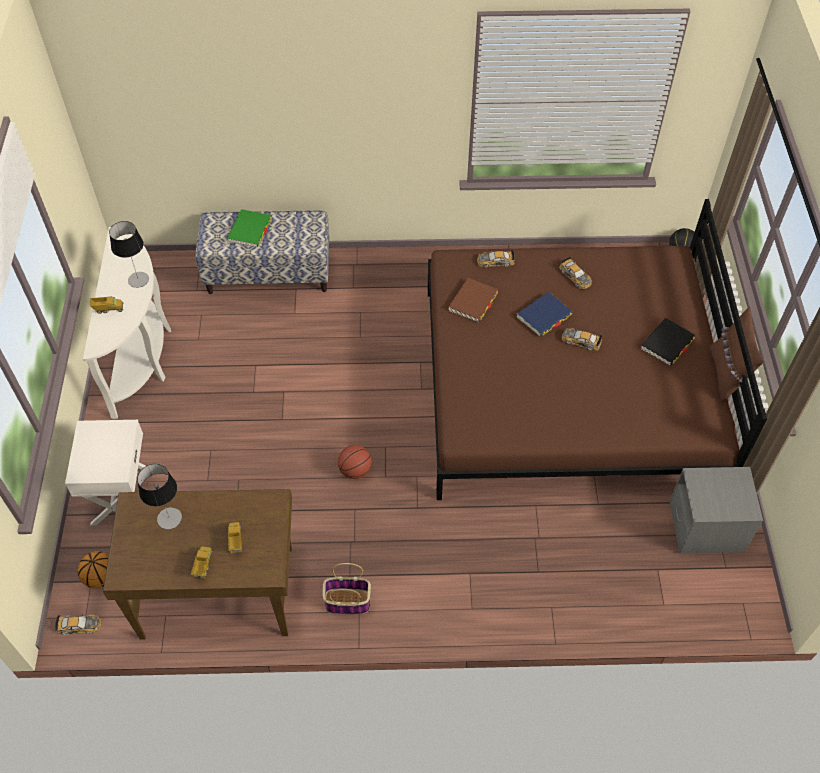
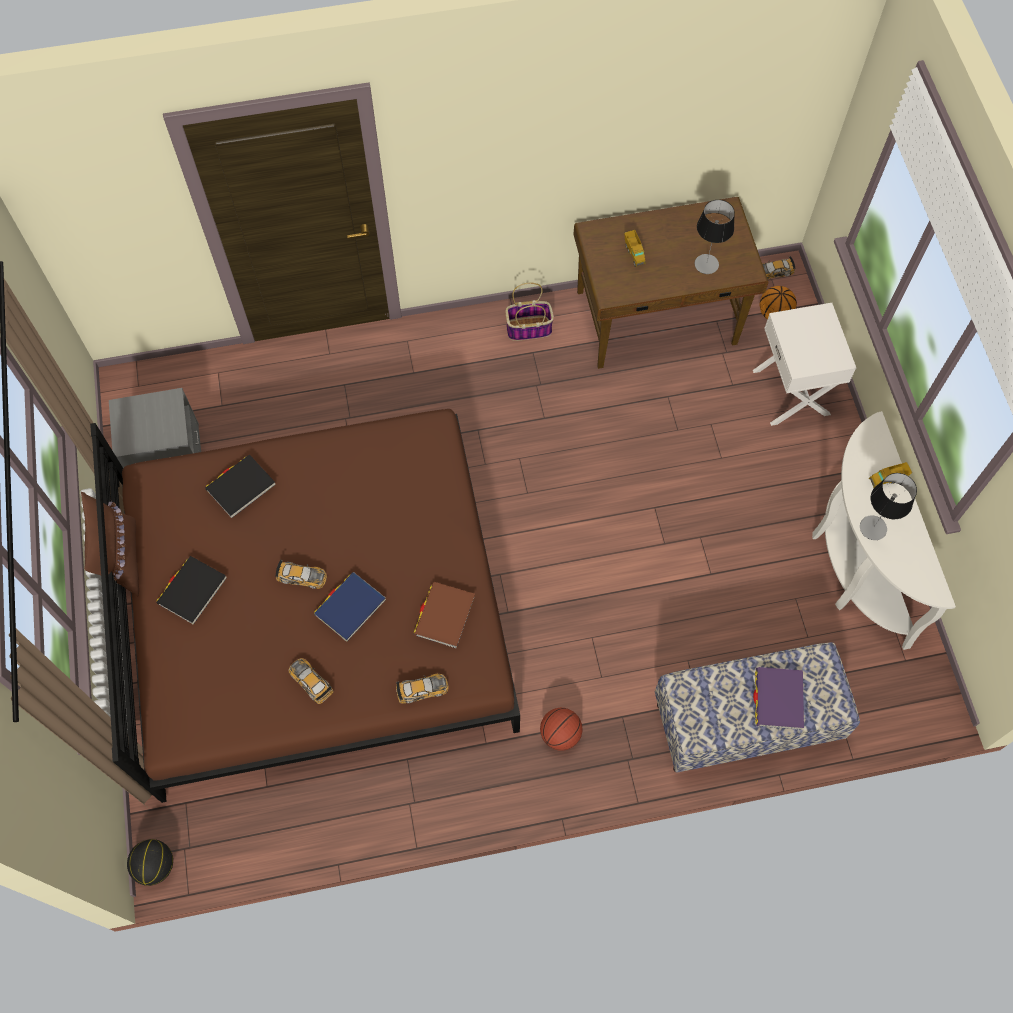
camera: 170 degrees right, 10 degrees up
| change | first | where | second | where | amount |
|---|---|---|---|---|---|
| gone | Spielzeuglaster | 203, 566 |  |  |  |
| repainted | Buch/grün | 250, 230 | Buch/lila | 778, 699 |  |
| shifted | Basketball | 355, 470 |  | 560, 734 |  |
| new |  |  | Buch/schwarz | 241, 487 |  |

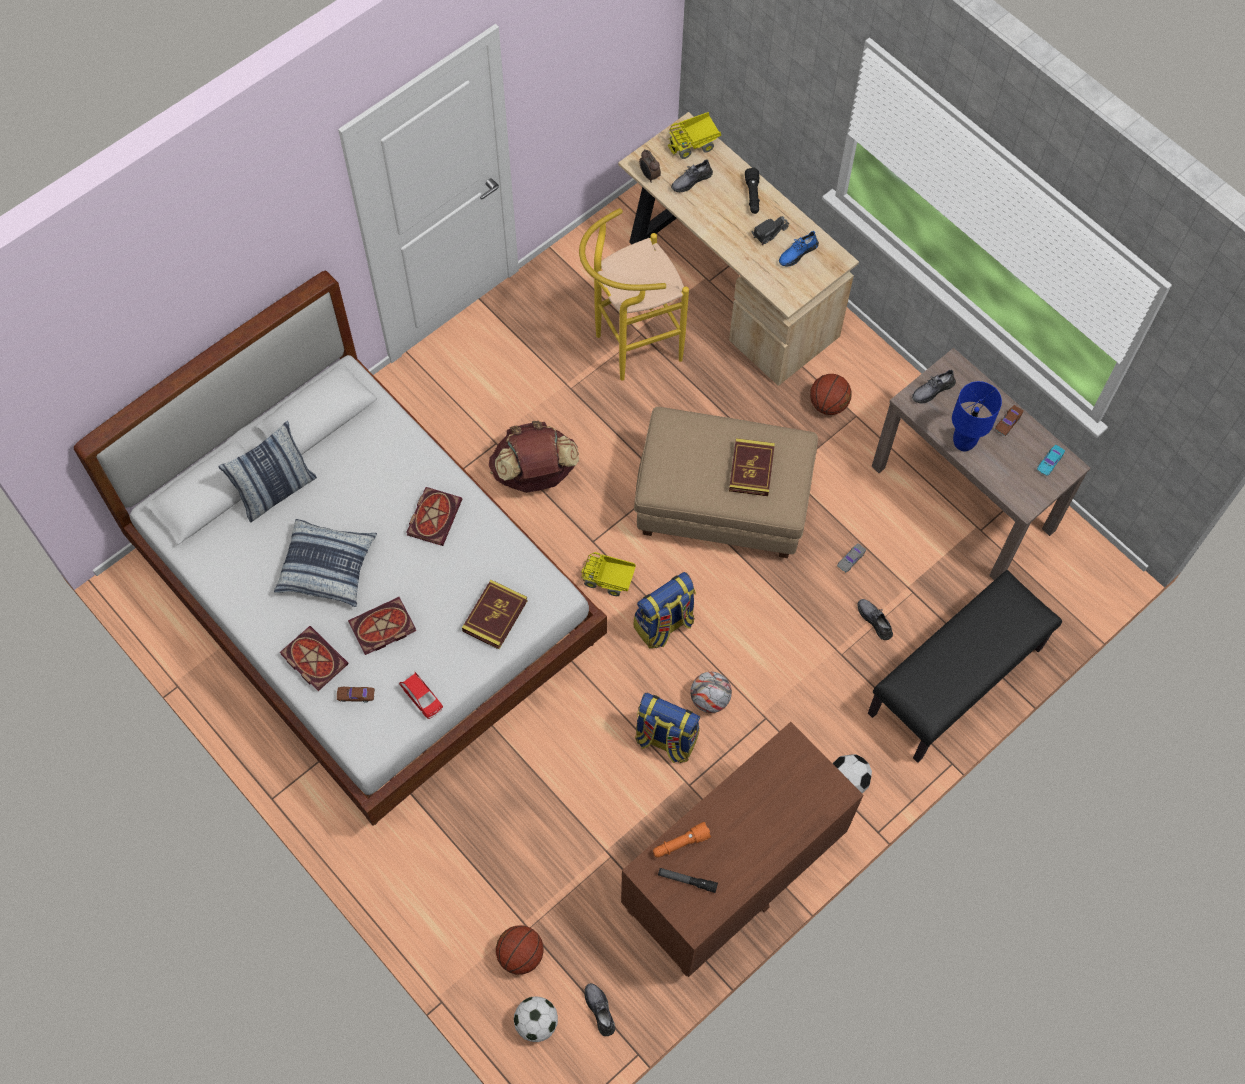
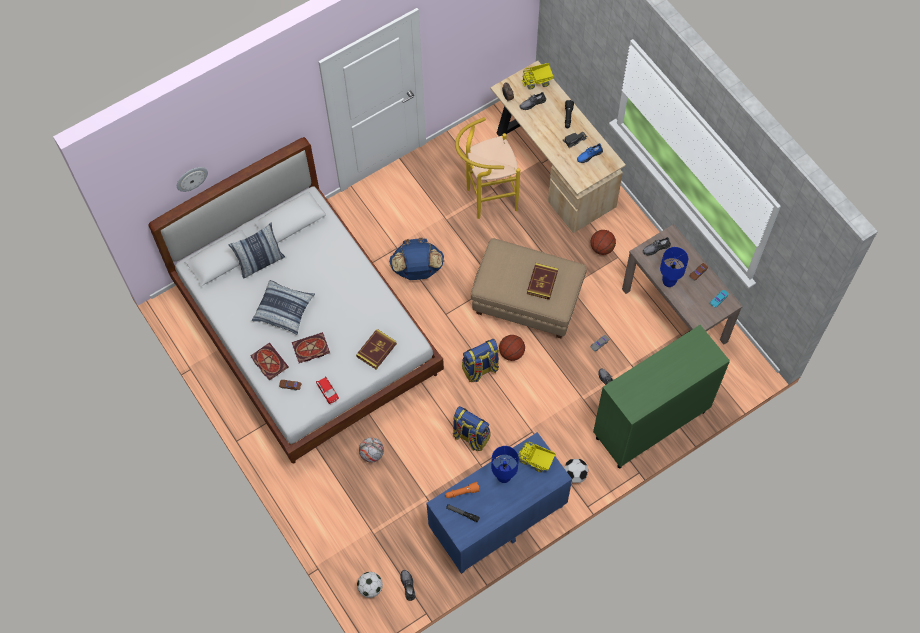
camera: 10 degrees right, 0 degrees up
| change | first | where | second | where | amount |
|---|---|---|---|---|---|
| gone | Buch | 433, 516 |  |  |  |
| repainted | Rucksack/braun | 535, 475 | Rucksack/blau | 417, 270 |  |
| shifted | Basketball | 520, 954 |  | 511, 353 |  |
| shifted | Spielzeuglaster | 608, 580 |  | 536, 460 |  |
| repainted | Kommode/braun | 732, 874 | Kommode/blau | 497, 519 |  |
| shifted | Fußball | 709, 699 |  | 372, 454 |  |
| swapped | Bank/schwarz | 955, 682 | Schrank/grün | 650, 425 |  |
| new |  |  | Wanduhr | 191, 178 |  |
| new |  |  | Tischlampe/blau | 504, 476 |  |

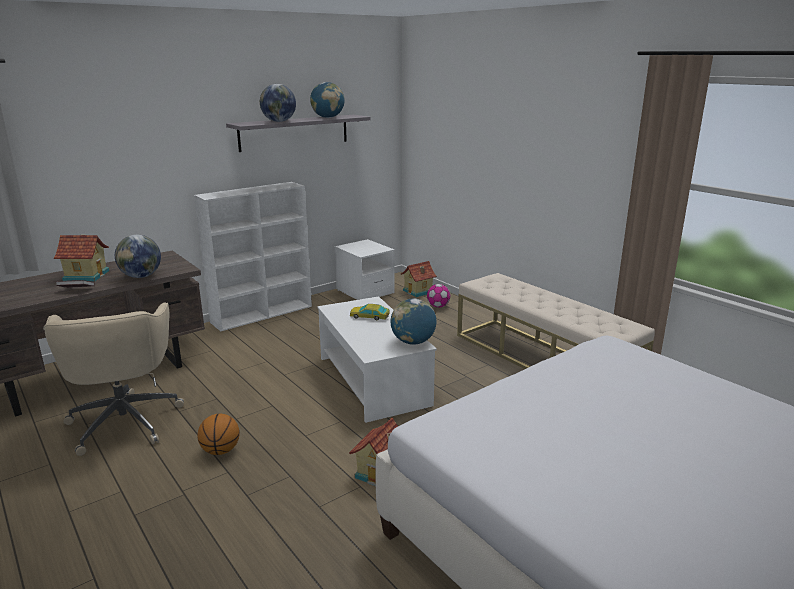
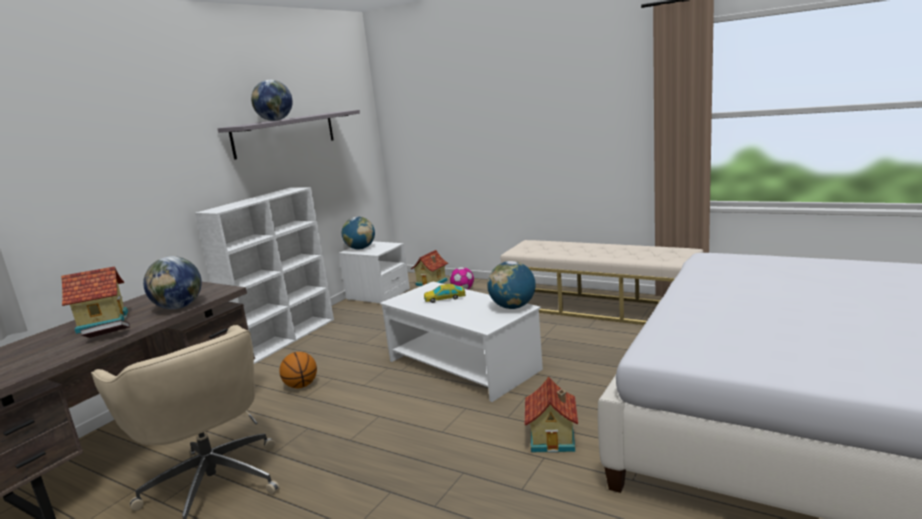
camera: 20 degrees left, 5 degrees down
| change | first | where | second | where | amount |
|---|---|---|---|---|---|
| shifted | Basketball | 221, 450 |  | 301, 385 |  |
| shifted | Globus | 328, 117 |  | 360, 248 |  |

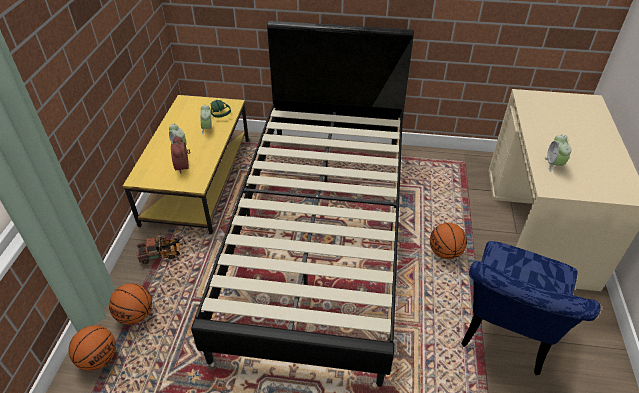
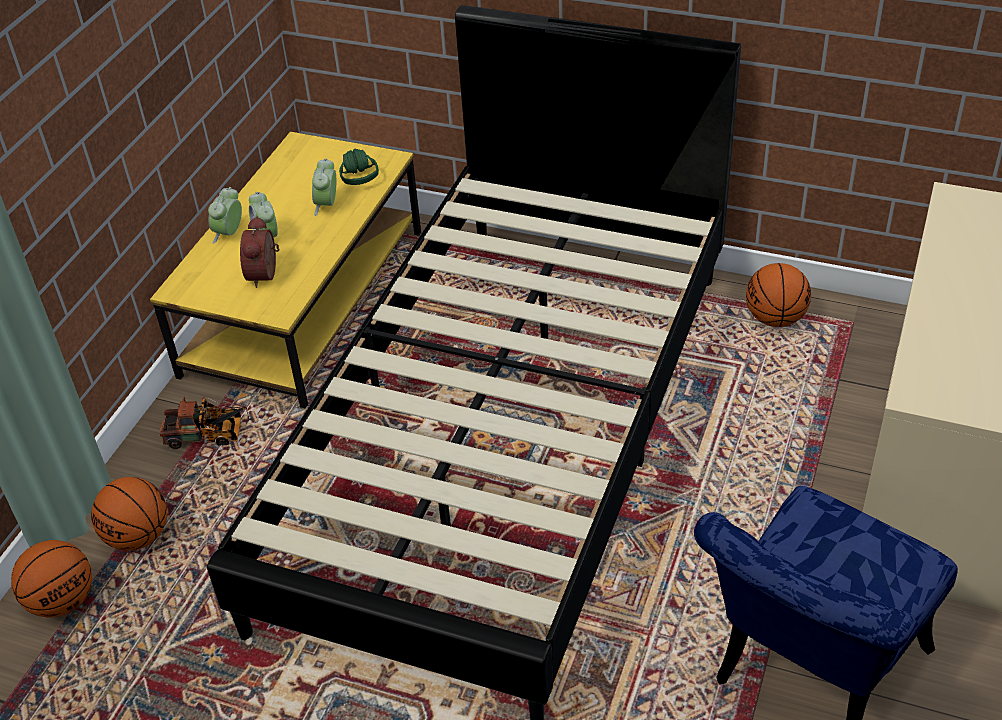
camera: 15 degrees right, 0 degrees up
| change | first | where | second | where | amount |
|---|---|---|---|---|---|
| shifted | Basketball | 445, 252 |  | 775, 318 |  |
| shifted | Wecker | 553, 164 |  | 229, 233 |  |

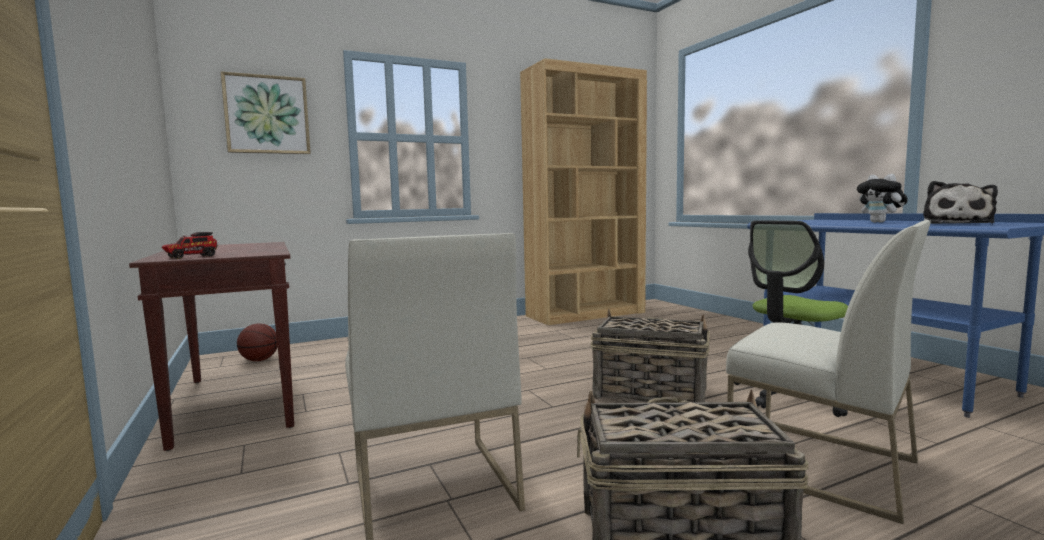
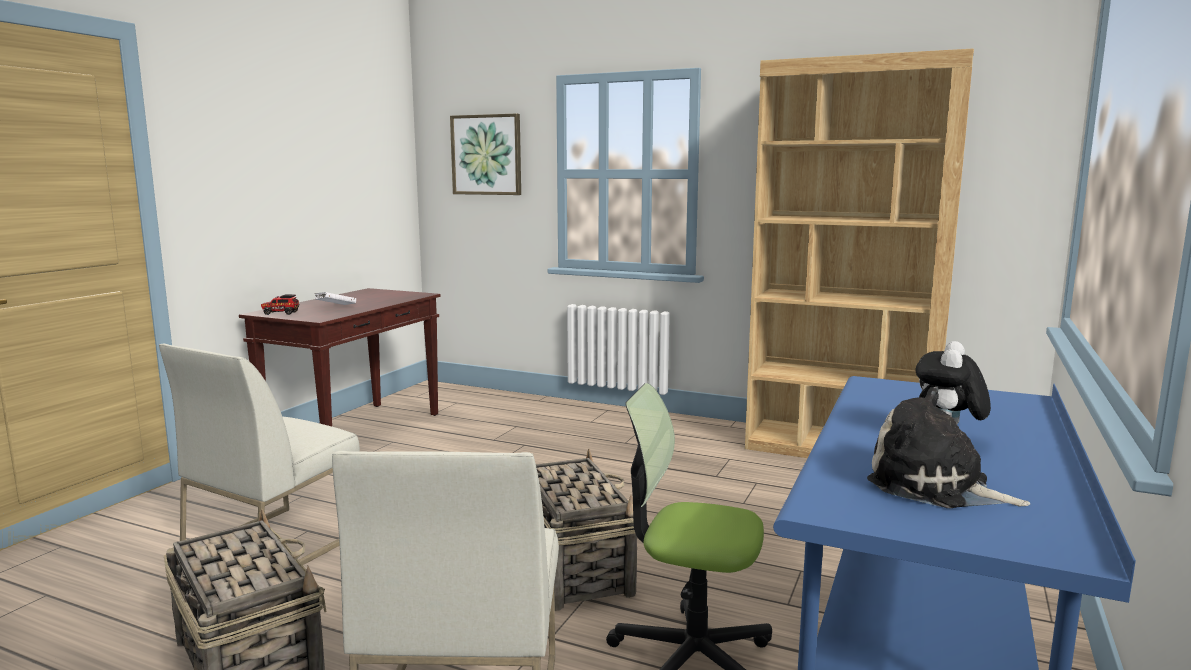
camera: 50 degrees right, 5 degrees up
| change | first | where | second | where | amount |
|---|---|---|---|---|---|
| gone | Basketball | 259, 360 |  |  |  |
| rotated | Plüschtier | 956, 223 |  | 935, 486 | 45 degrees clockwise |
| new |  |  | Buch/weiß | 336, 307 |  |

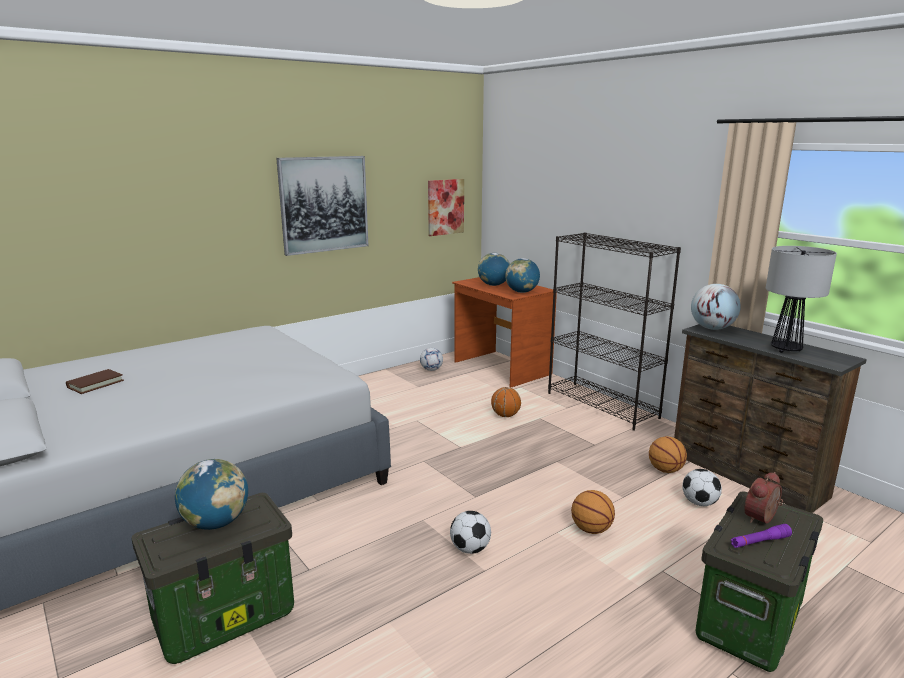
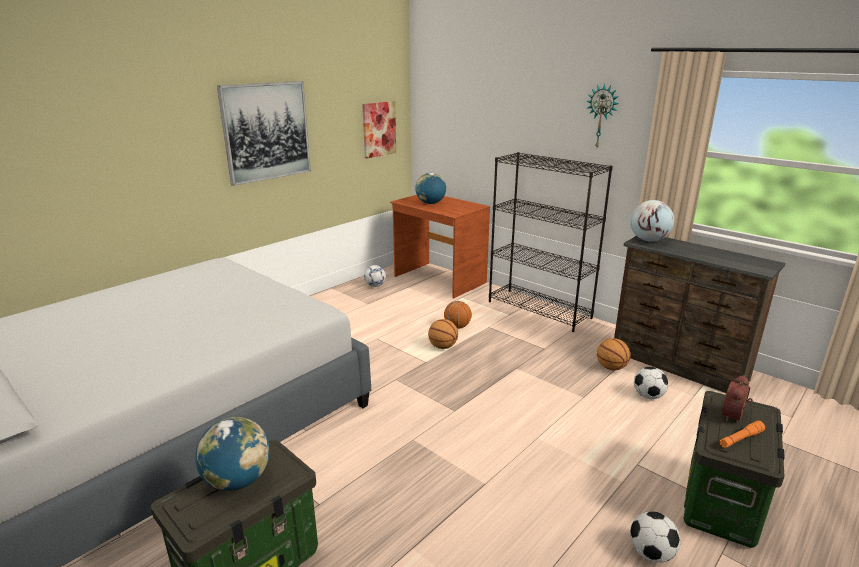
camera: 10 degrees left, 5 degrees up
| change | first | where | second | where | amount |
|---|---|---|---|---|---|
| gone | Buch/braun | 95, 384 |  |  |  |
| shifted | Fußball | 470, 549 |  | 651, 553 |  |
| gone | Globus | 522, 292 |  |  |  |
| shifted | Basketball | 591, 530 |  | 442, 347 |  |
| repainted | Taschenlampe/lila | 759, 541 | Taschenlampe/orange | 740, 439 |  |
| gone | Tischlampe | 785, 349 |  |  |  |
| new |  |  | Wanduhr | 601, 117 |  |

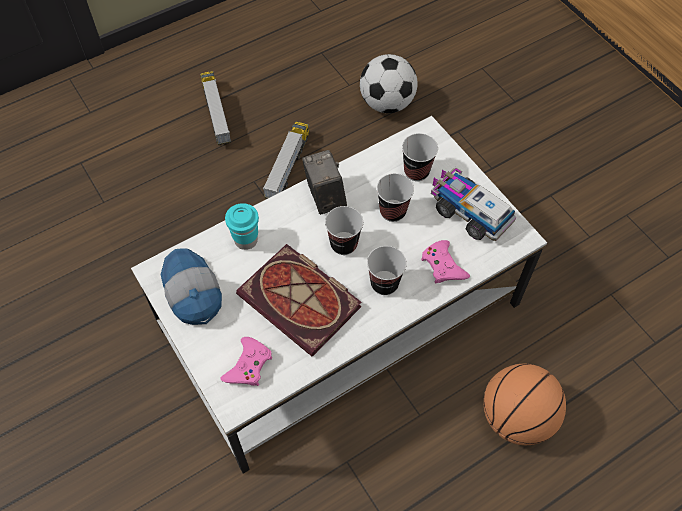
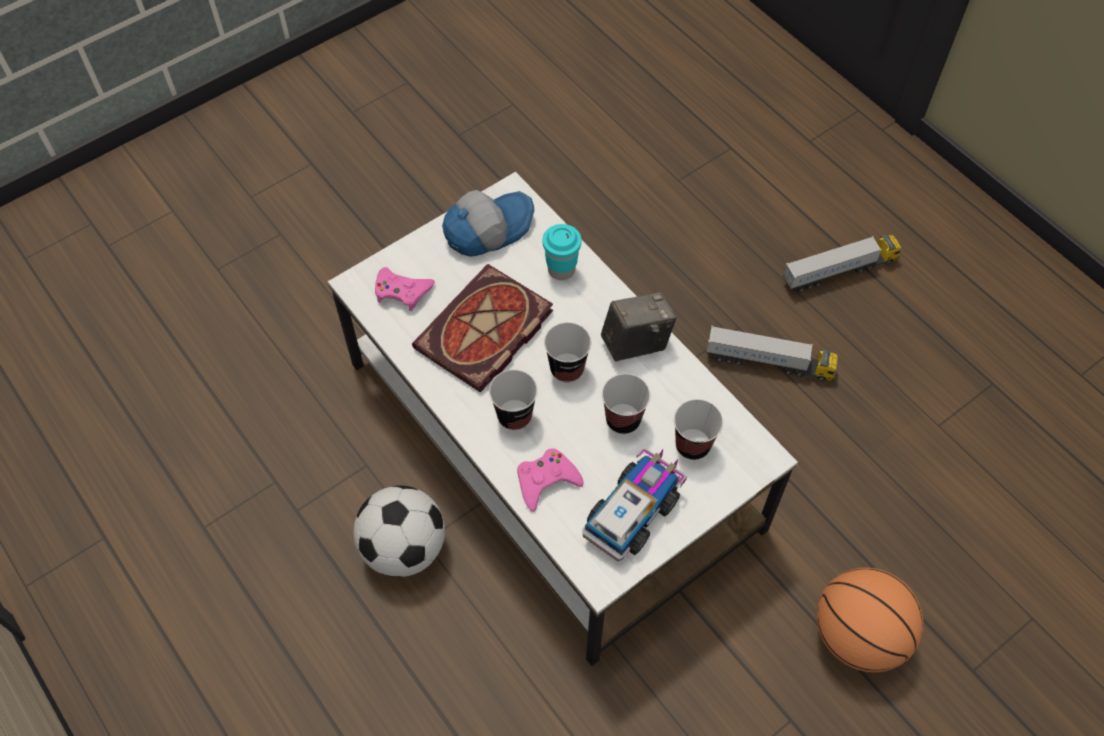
camera: 85 degrees right, 0 degrees up
| change | first | where | second | where | amount |
|---|---|---|---|---|---|
| shifted | Fußball | 387, 103 |  | 404, 548 |  |
| shifted | Basketball | 516, 417 |  | 857, 636 |  |

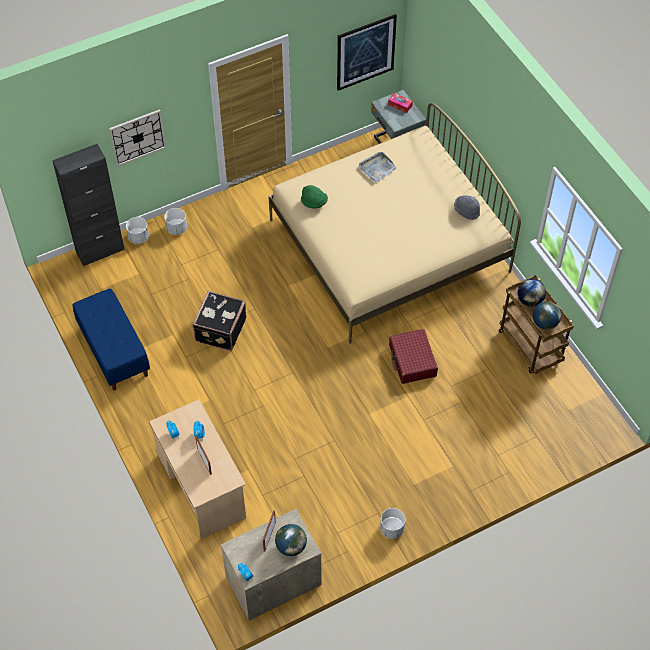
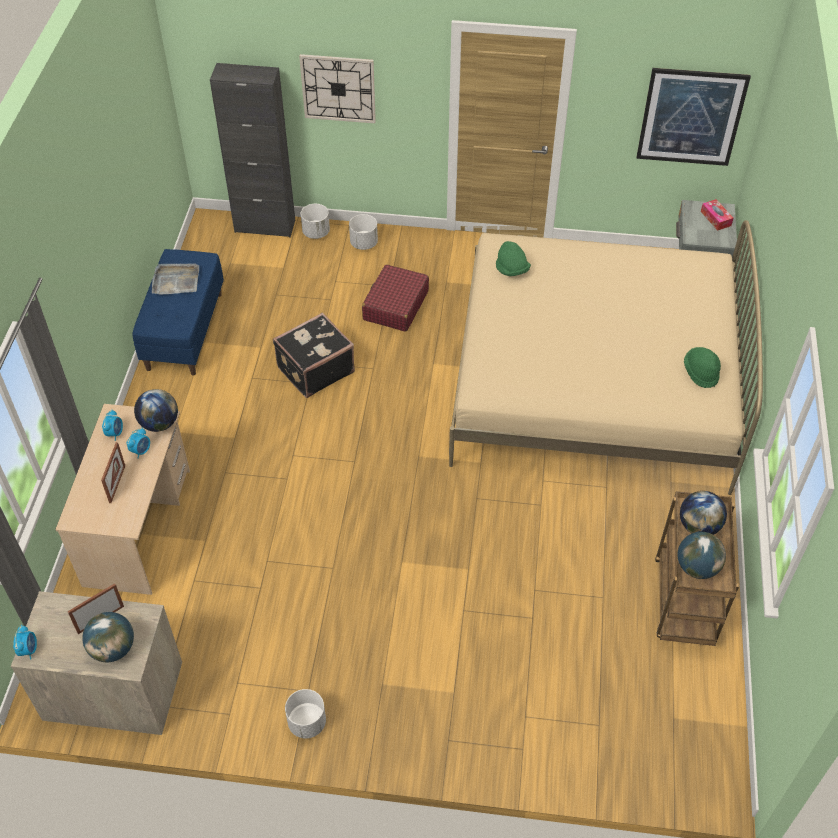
camera: 35 degrees right, 5 degrees down
| change | first | where | second | where | amount |
|---|---|---|---|---|---|
| shifted | Tablett/grau | 377, 168 |  | 176, 280 |  |
| shifted | Koffer/rot | 412, 361 |  | 395, 306 |  |
| repainted | Hut/grau | 466, 211 | Hut/grün | 701, 373 |  |
| new |  |  | Globus | 159, 423 |  |

